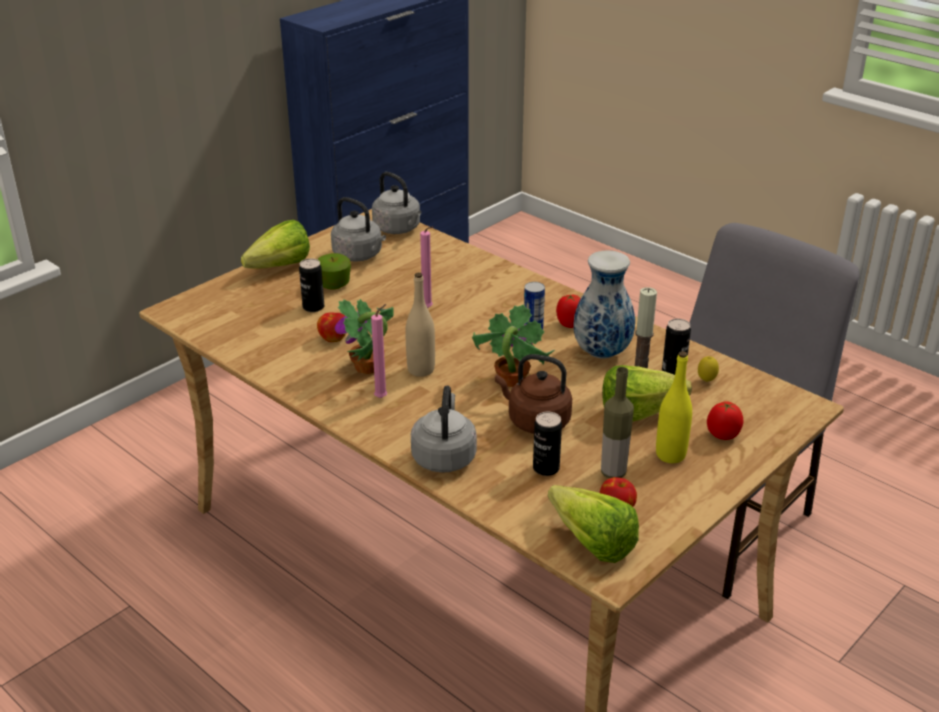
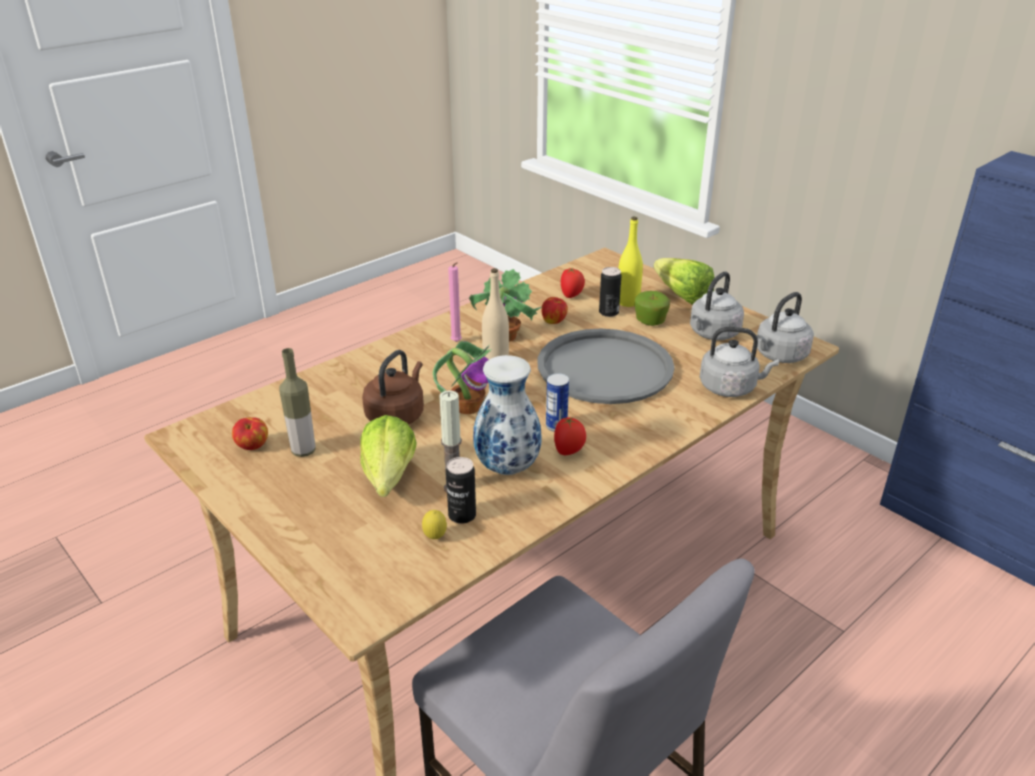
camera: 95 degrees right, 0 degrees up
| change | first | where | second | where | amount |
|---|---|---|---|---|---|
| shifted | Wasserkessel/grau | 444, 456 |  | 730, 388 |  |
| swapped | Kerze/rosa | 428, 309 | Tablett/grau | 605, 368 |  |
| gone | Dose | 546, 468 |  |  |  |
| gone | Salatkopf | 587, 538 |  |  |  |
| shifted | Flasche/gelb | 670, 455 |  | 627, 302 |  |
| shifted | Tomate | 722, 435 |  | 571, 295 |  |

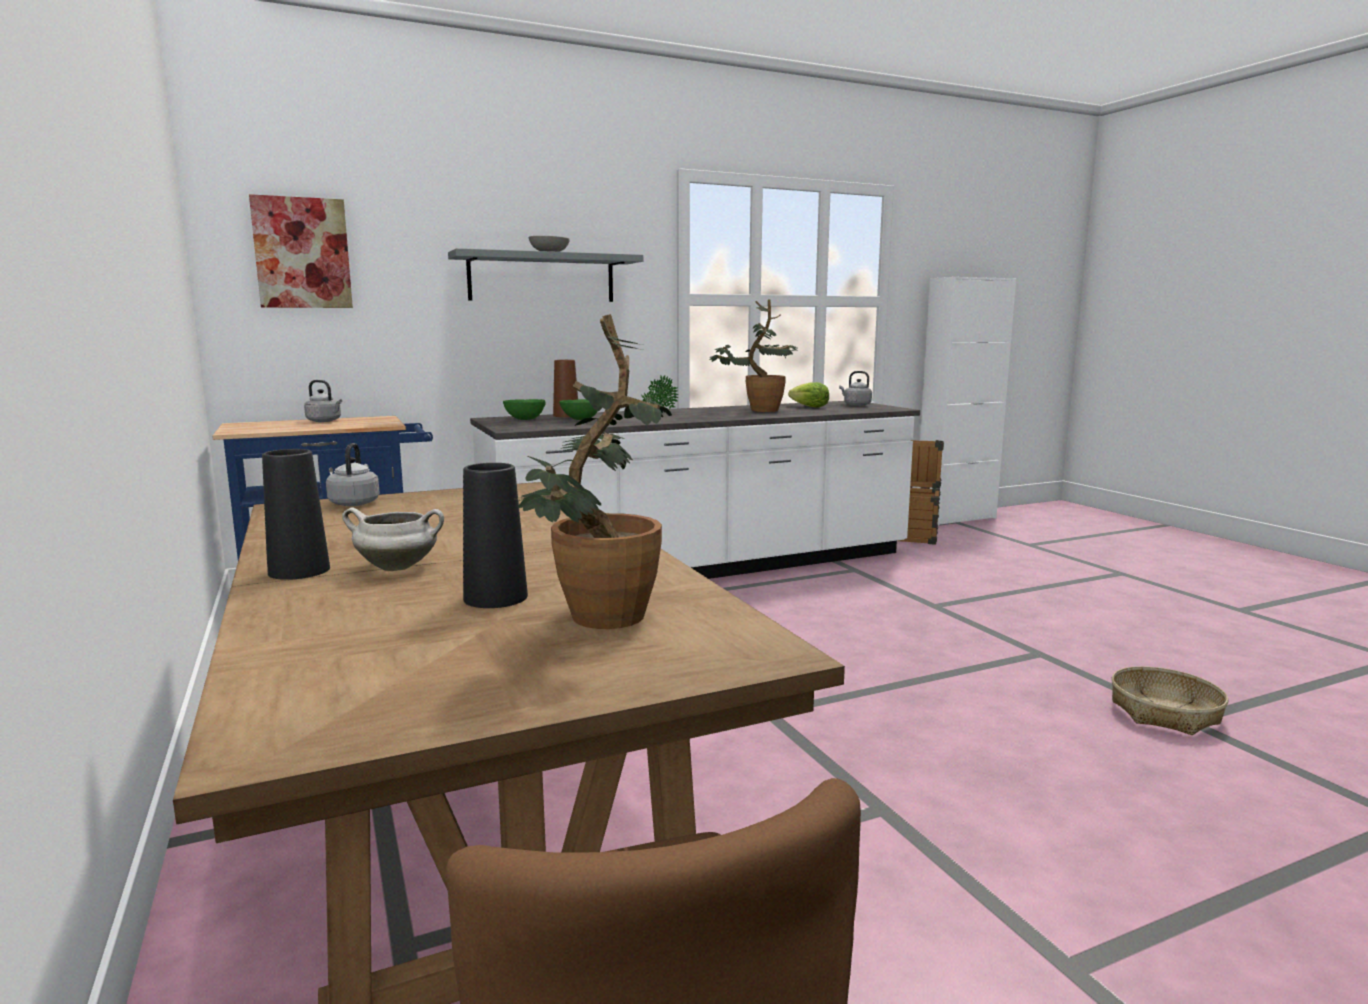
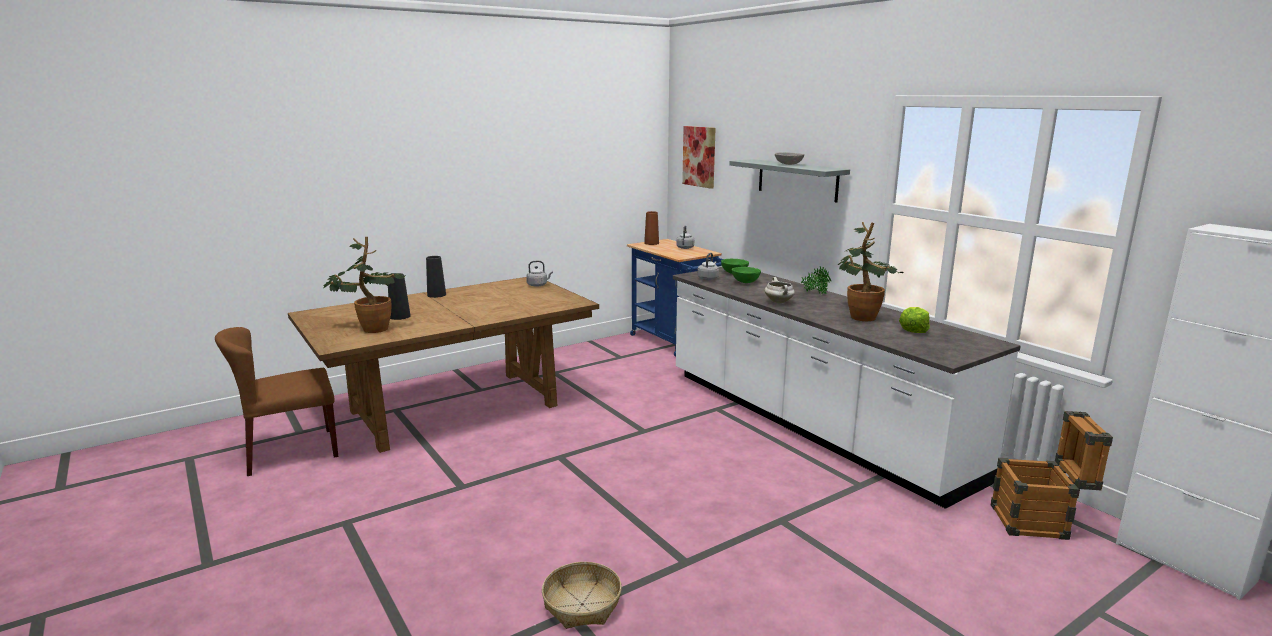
camera: 80 degrees right, 5 degrees up
| change | first | where | second | where | amount |
|---|---|---|---|---|---|
| shifted | Kochtopf/weiß | 398, 567 |  | 779, 302 |  |
| shifted | Vase/braun | 566, 415 |  | 651, 243 |  |
| shifted | Wasserkessel/grau | 855, 405 |  | 708, 278 |  |

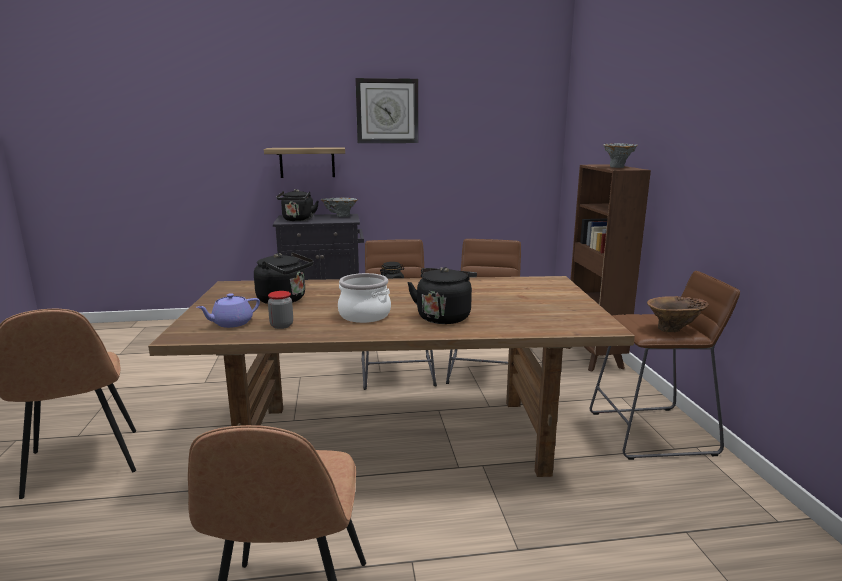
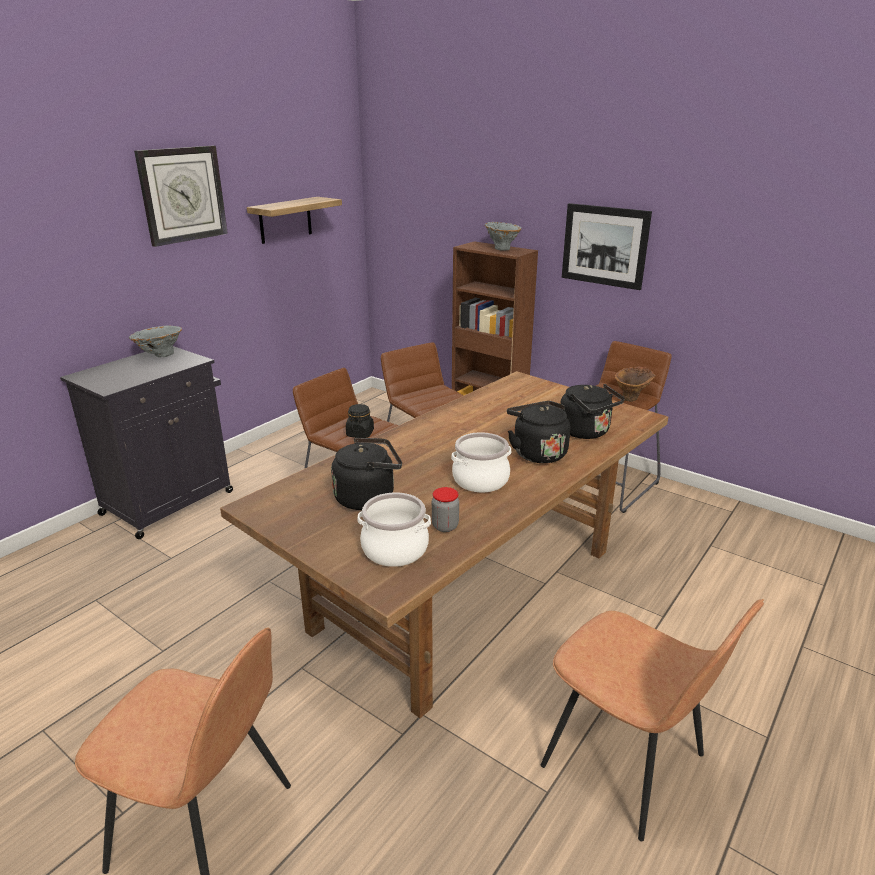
camera: 45 degrees left, 10 degrees up
| change | first | where | second | where | amount |
|---|---|---|---|---|---|
| swapped | Teekanne/lila | 231, 323 | Kochtopf | 395, 549 |  |
| shifted | Wandregal | 307, 162 |  | 285, 220 |  |
| shifted | Wasserkessel/schwarz | 298, 220 |  | 587, 432 |  |
| new |  |  | Bild | 604, 246 |  |

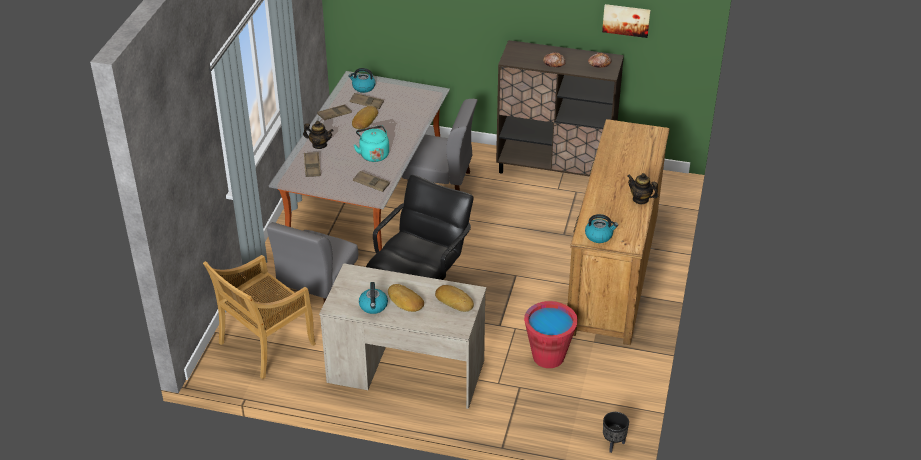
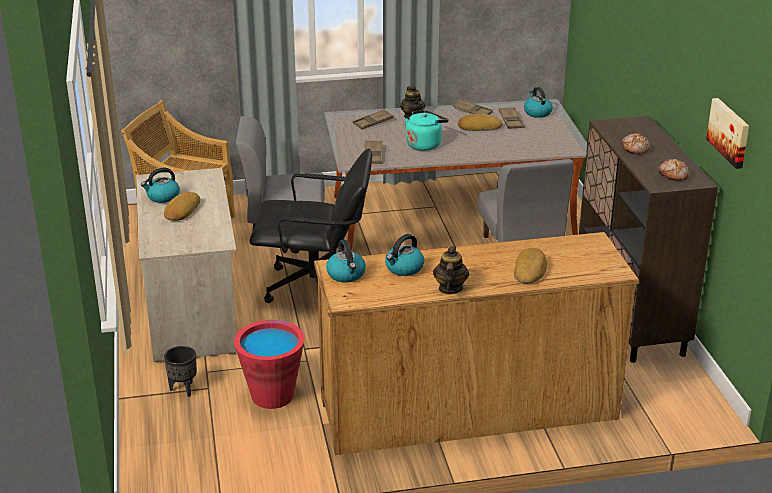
camera: 65 degrees right, 10 degrees down
| change | first | where | second | where | amount |
|---|---|---|---|---|---|
| shifted | Brot | 455, 300 |  | 530, 270 |  |
| shifted | Pflanzkübel/schwarz | 613, 444 |  | 183, 389 |  |
| new |  |  | Wasserkessel | 404, 268 |  |

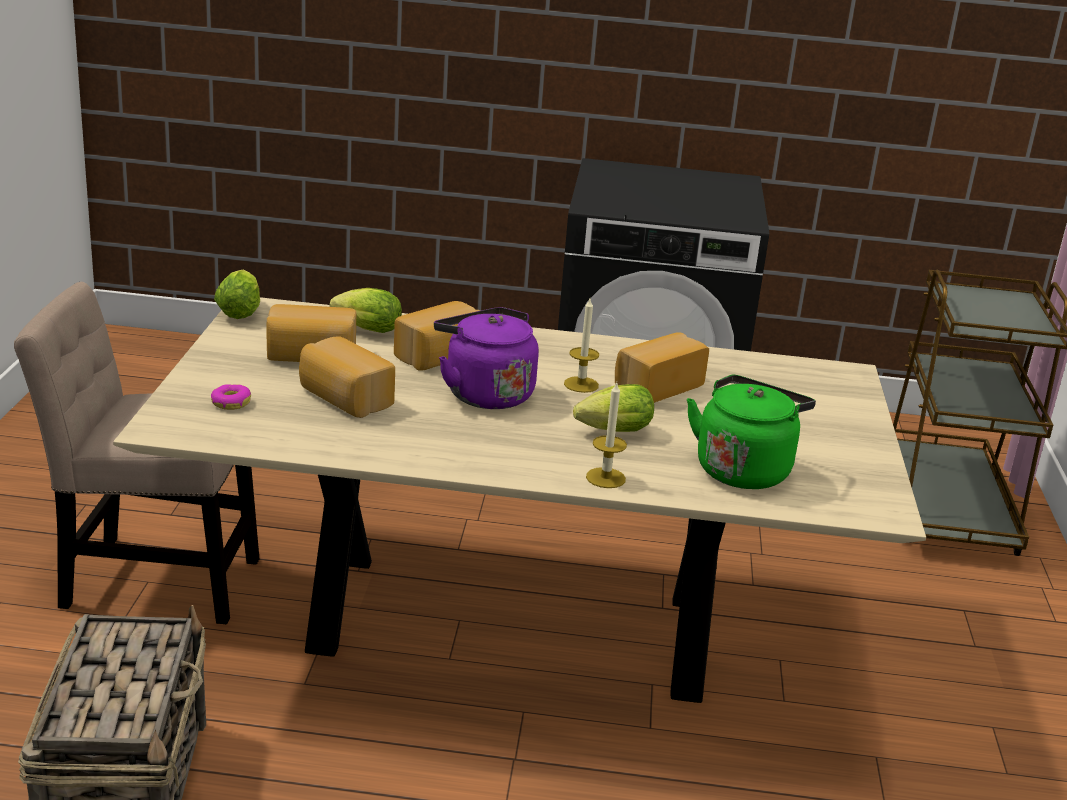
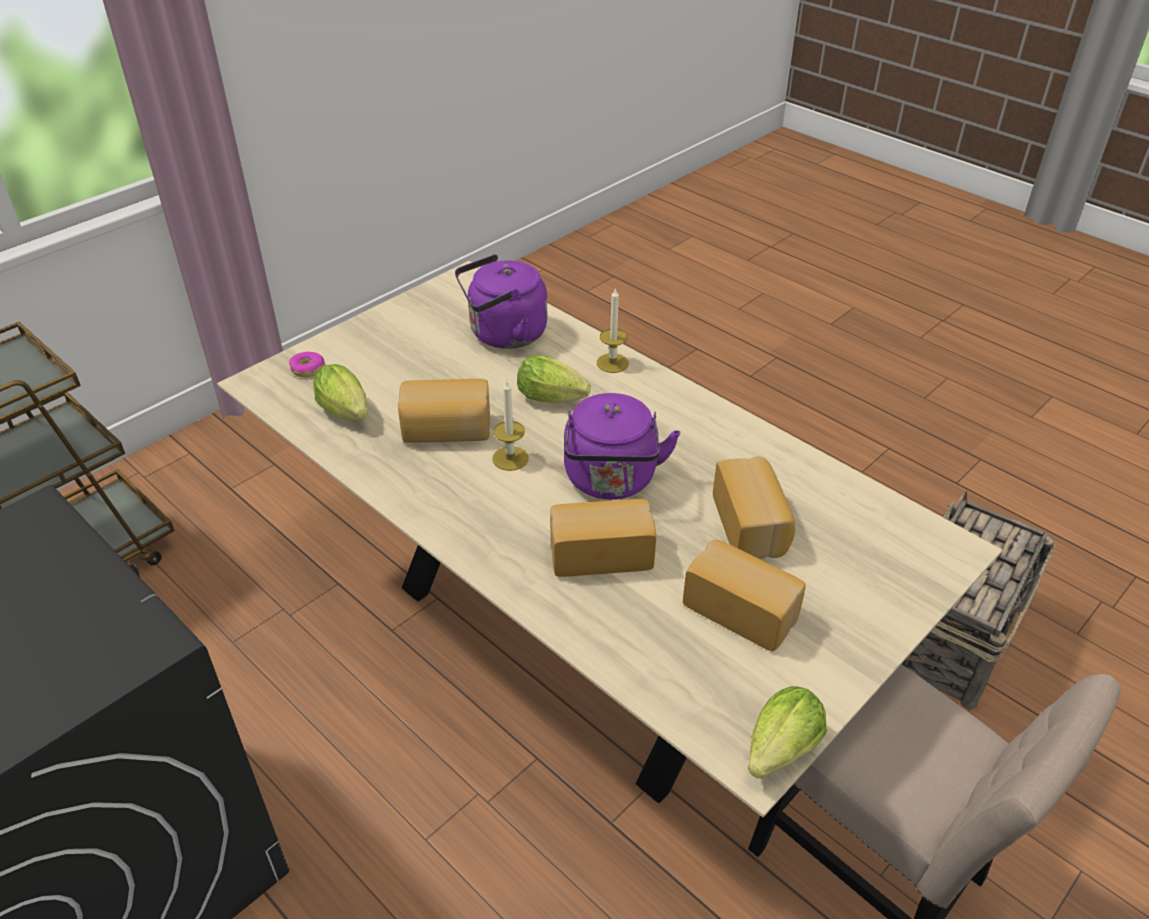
camera: 140 degrees left, 15 degrees up
| change | first | where | second | where | amount |
|---|---|---|---|---|---|
| shifted | Donut | 230, 403 |  | 308, 369 |  |
| shifted | Salatkopf | 364, 329 |  | 347, 414 |  |
| repainted | Wasserkessel/grün | 744, 469 | Wasserkessel/lila | 503, 335 |  |

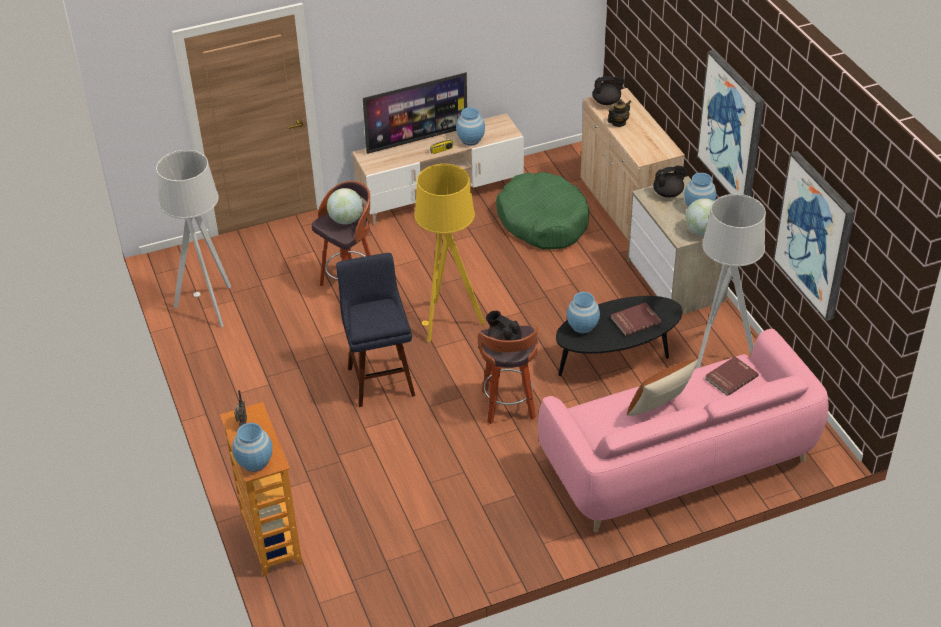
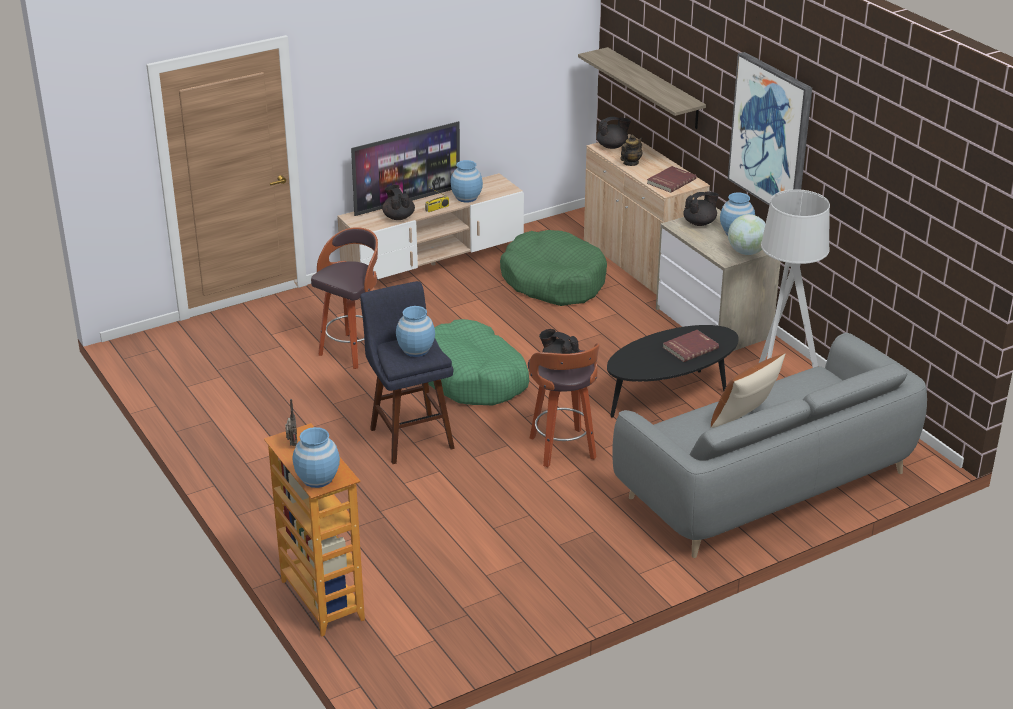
camera: 10 degrees left, 10 degrees down
| change | first | where | second | where | amount |
|---|---|---|---|---|---|
| gone | Stehlampe/grau | 209, 306 |  |  |  |
| gone | Globus | 346, 220 |  |  |  |
| swapped | Stehlampe/gelb | 449, 322 | Hundebett/grün | 474, 378 |  |
| repainted | Sofa/rosa | 678, 461 | Sofa/grau | 766, 484 |  |
| shifted | Vase/blau | 582, 326 |  | 416, 350 |  |
| shifted | Buch/rot | 730, 377 |  | 670, 181 |  |
| gone | Bild | 815, 235 |  |  |  |
| new |  |  | Teekanne/schwarz | 398, 217 |  |
| new |  |  | Wandregal | 654, 88 |  |

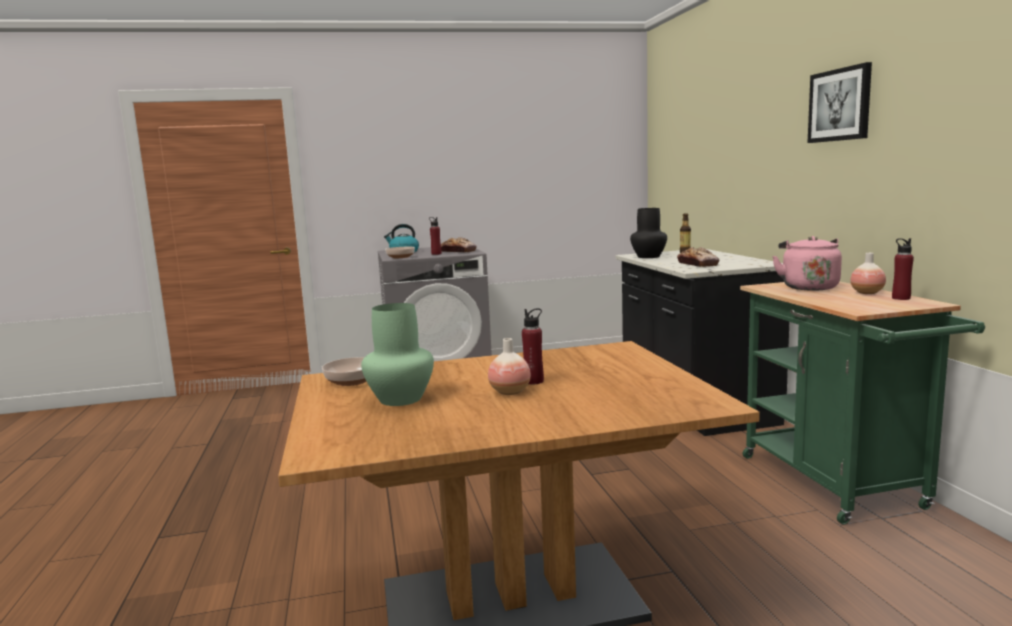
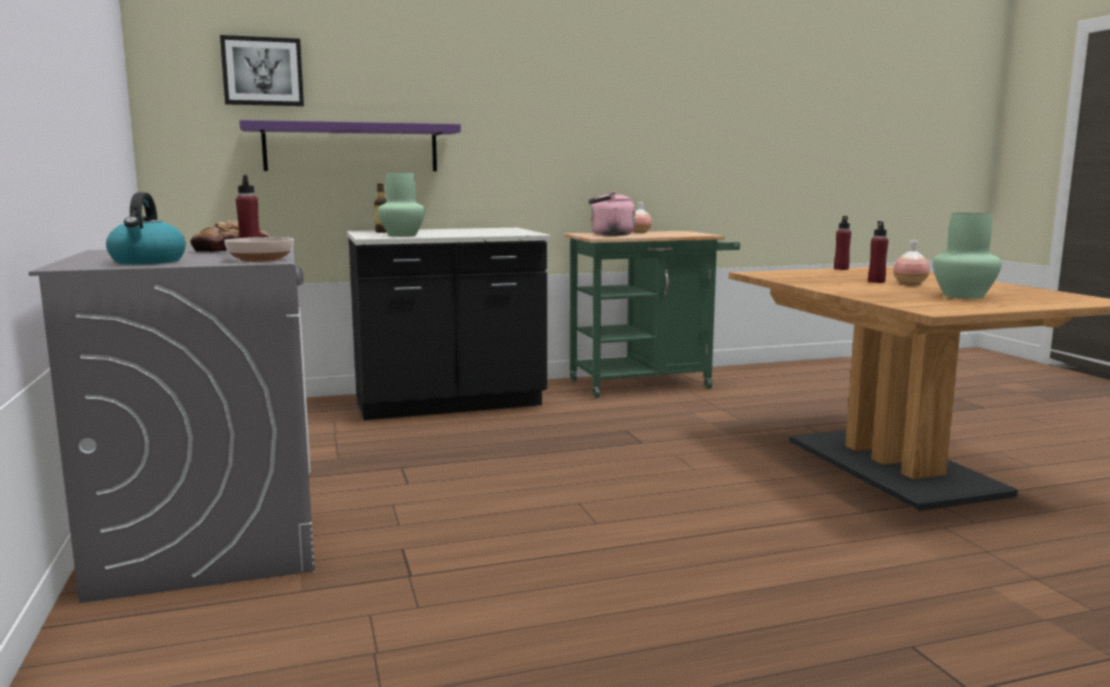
camera: 95 degrees left, 0 degrees up
| change | first | where | second | where | amount |
|---|---|---|---|---|---|
| gone | Schüssel | 351, 381 |  |  |  |
| repainted | Vase/schwarz | 648, 256 | Vase/grün | 401, 235 |  |
| gone | Brot | 697, 264 |  |  |  |
| shifted | Bild | 840, 105 |  | 262, 71 |  |
| shifted | Flasche/rot | 901, 298 |  | 841, 269 |  |
| new |  |  | Wandregal/lila | 351, 148 |  |

